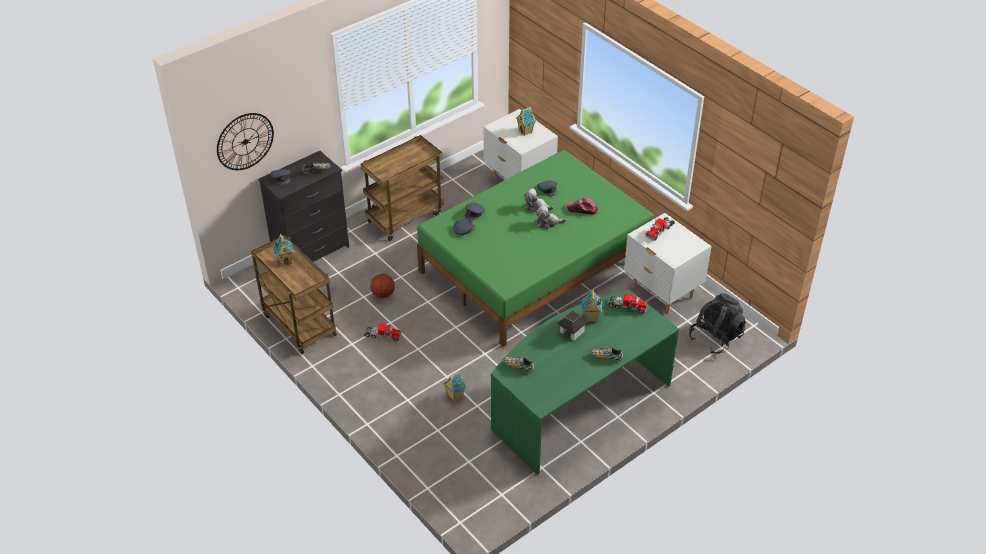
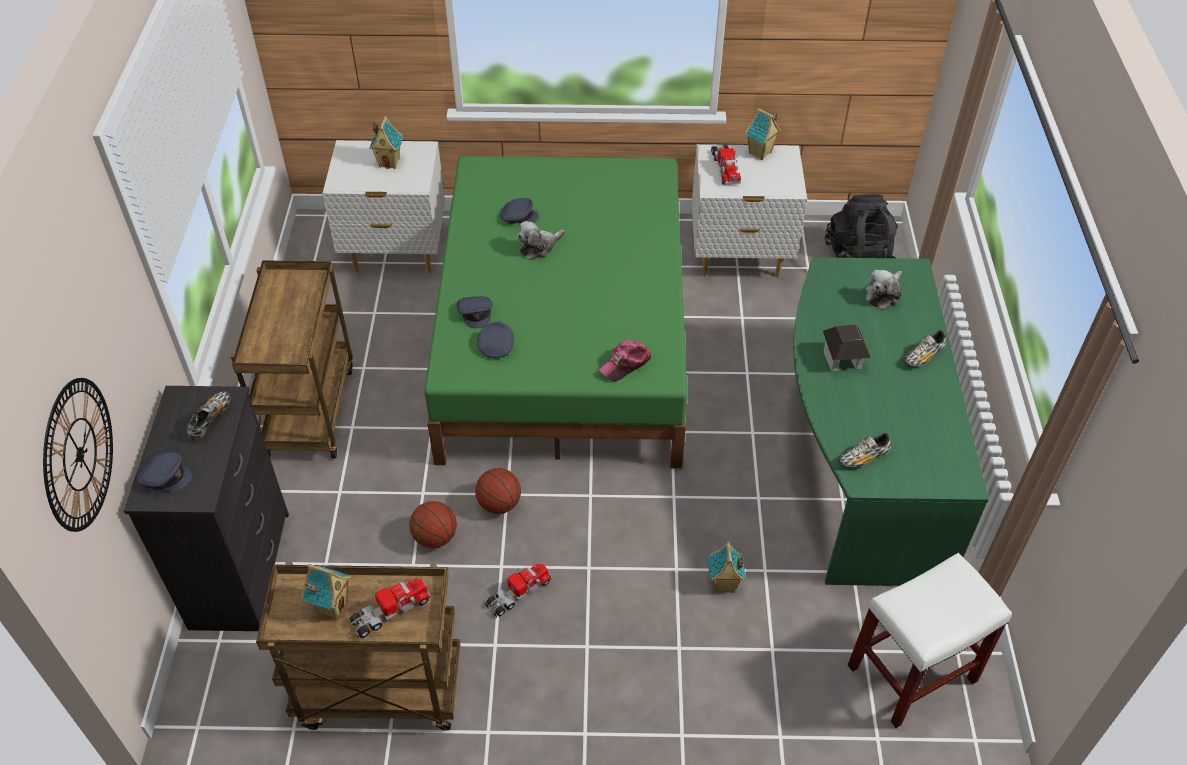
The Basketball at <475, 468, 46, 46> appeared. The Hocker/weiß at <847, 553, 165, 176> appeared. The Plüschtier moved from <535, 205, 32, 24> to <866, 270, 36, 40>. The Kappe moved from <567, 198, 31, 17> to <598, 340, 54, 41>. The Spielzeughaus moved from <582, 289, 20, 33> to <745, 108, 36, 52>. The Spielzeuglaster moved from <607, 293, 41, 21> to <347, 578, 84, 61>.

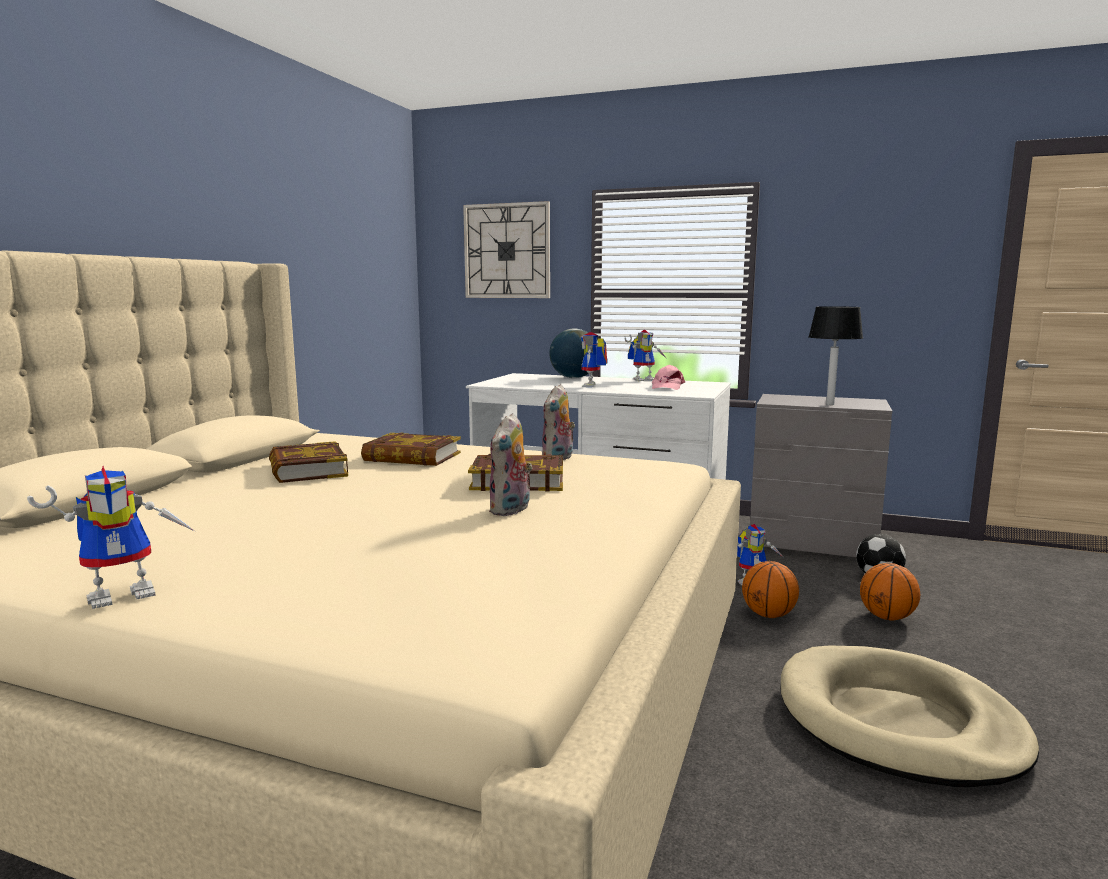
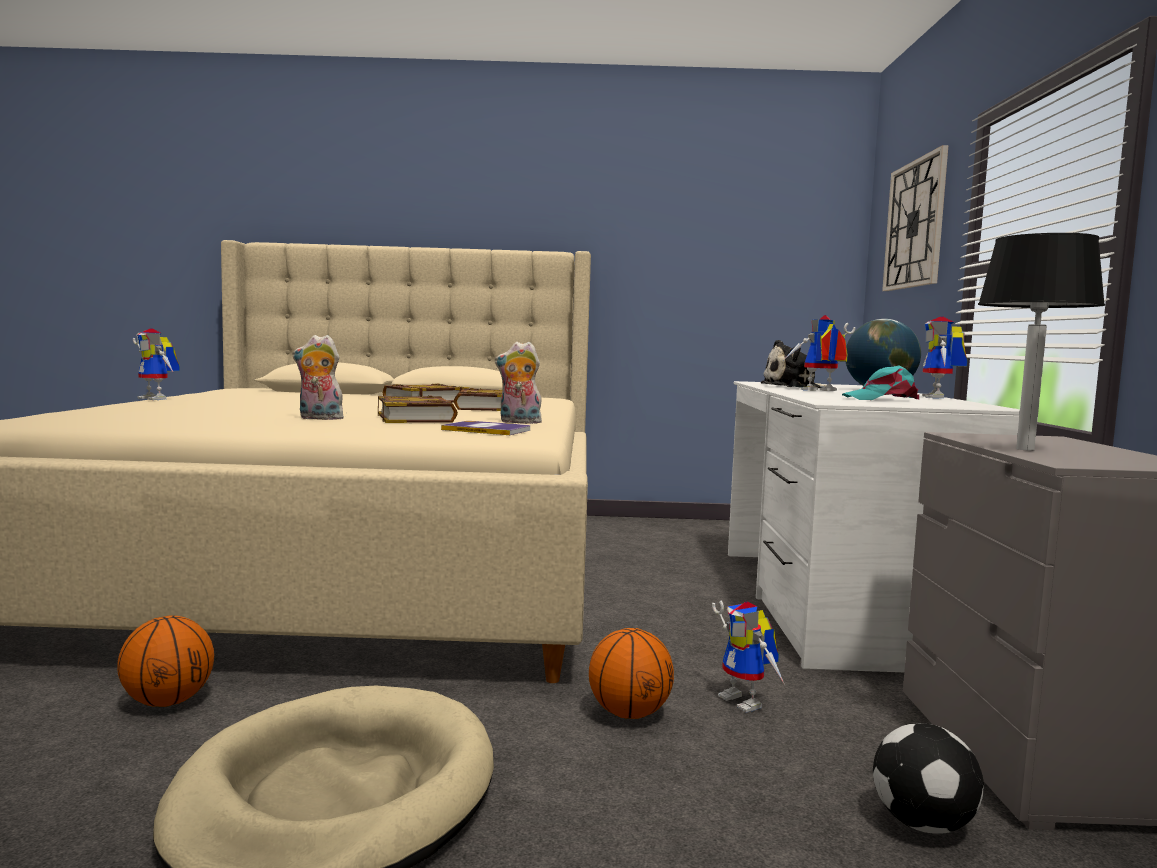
The Buch at <441, 421, 89, 14> appeared. The Plüschtier at <761, 340, 65, 48> appeared. The Basketball moved from <860, 563, 60, 58> to <117, 616, 97, 91>. The Kappe/rosa at <652, 365, 34, 25> became the Kappe/türkis at <842, 365, 77, 35>. The Spielzeugroboter at <624, 329, 43, 52> turned 60 degrees clockwise.

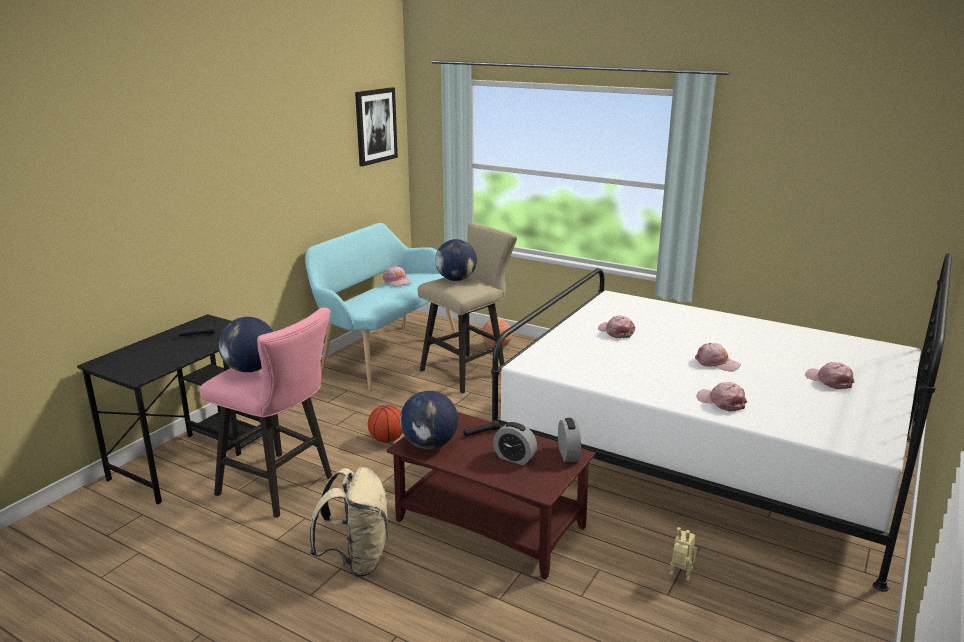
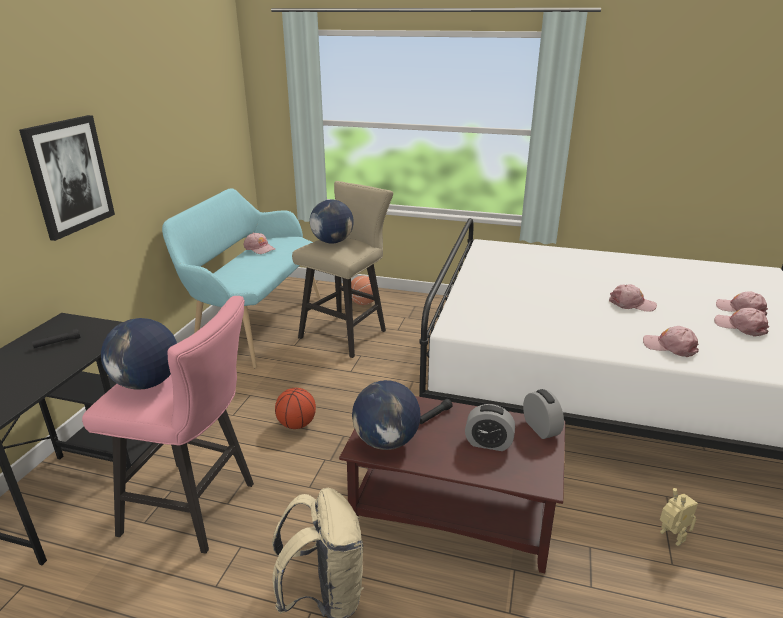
The Bild moved from <355, 87, 43, 79> to <19, 115, 96, 126>. The Kappe/rosa moved from <598, 316, 37, 22> to <714, 308, 55, 28>. The Spielzeugroboter at <670, 527, 27, 54> turned 45 degrees clockwise.

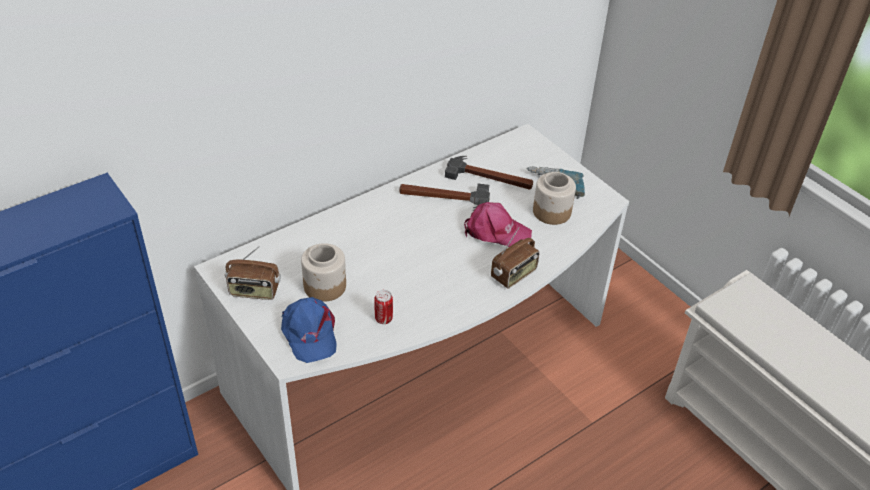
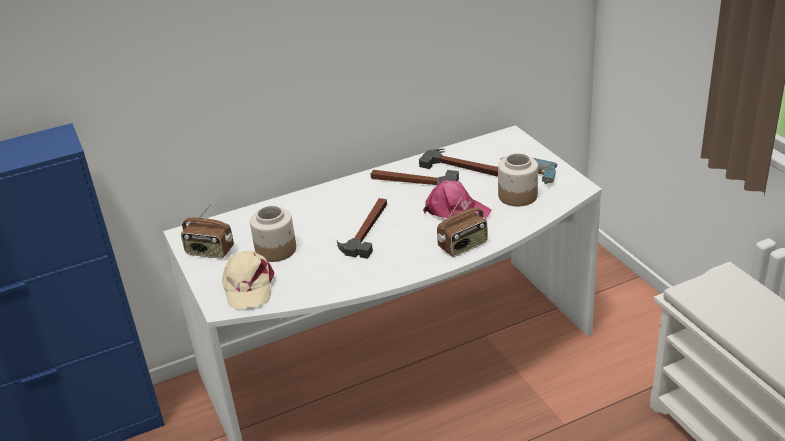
The Dose at <374, 290, 19, 34> disappeared. The Hammer at <337, 198, 50, 61> appeared. The Kappe/blau at <281, 297, 56, 66> became the Kappe/beige at <222, 251, 53, 58>.

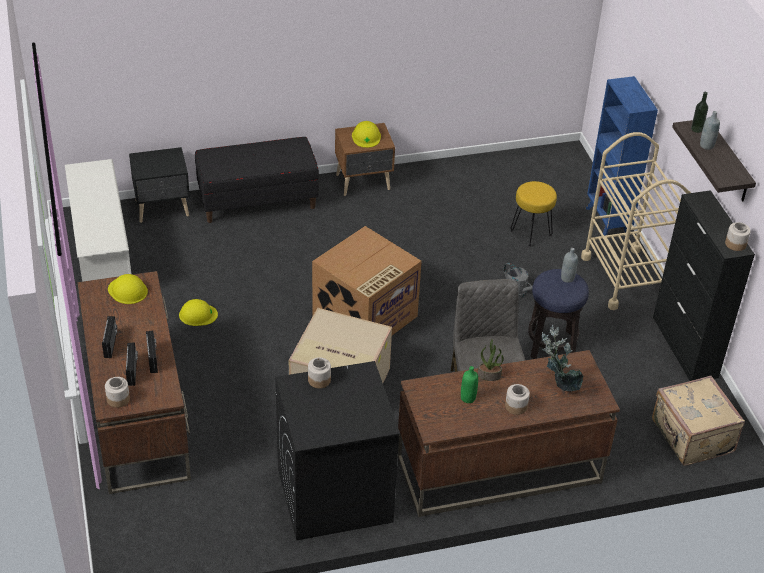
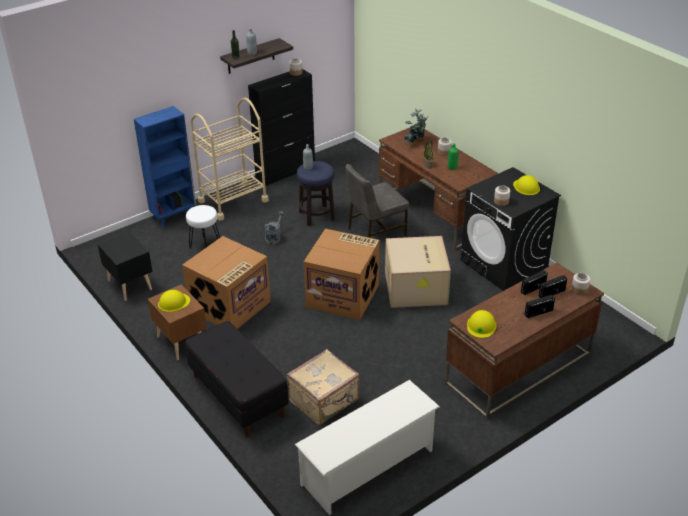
The Karton at <182, 236, 89, 93> appeared. The Nachttisch/schwarz moved from <129, 147, 61, 76> to <97, 232, 56, 69>. The Schutzhelm/gelb moved from <179, 299, 39, 27> to <513, 175, 27, 20>. The Koffer/beige moved from <652, 376, 93, 90> to <287, 349, 73, 76>. The Hocker/gelb at <510, 181, 47, 66> became the Hocker/weiß at <186, 205, 34, 44>.

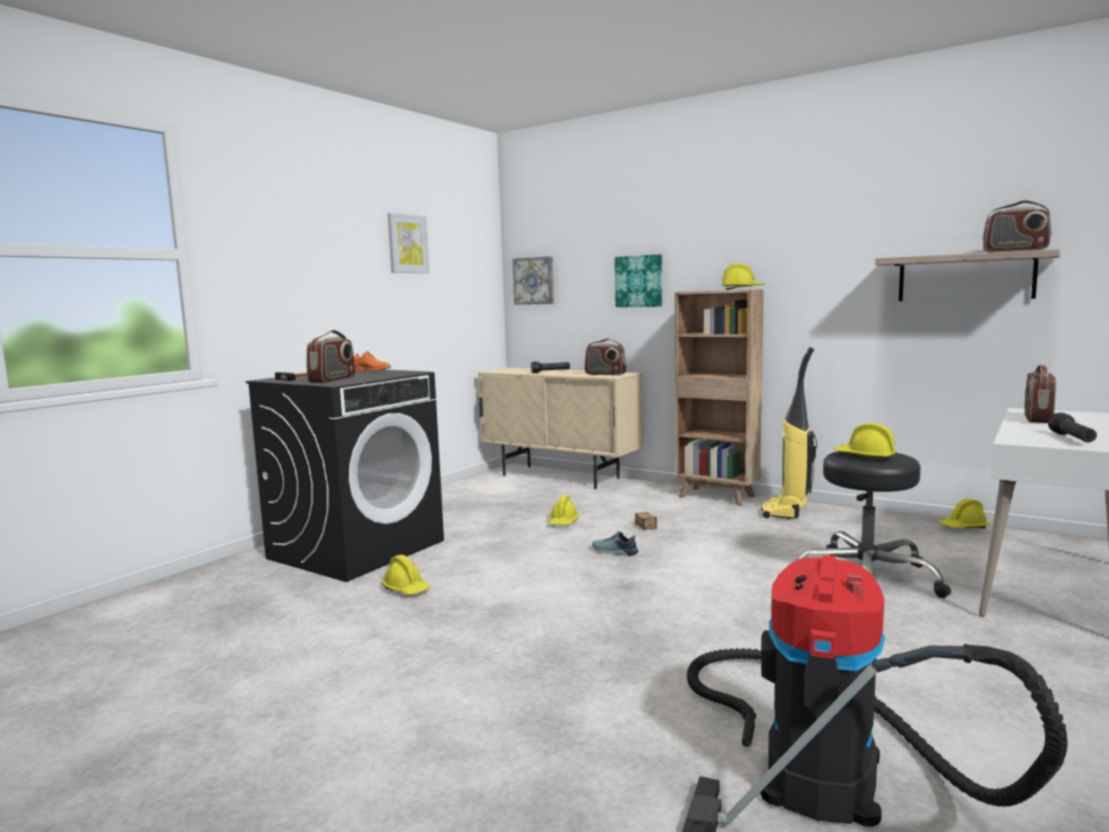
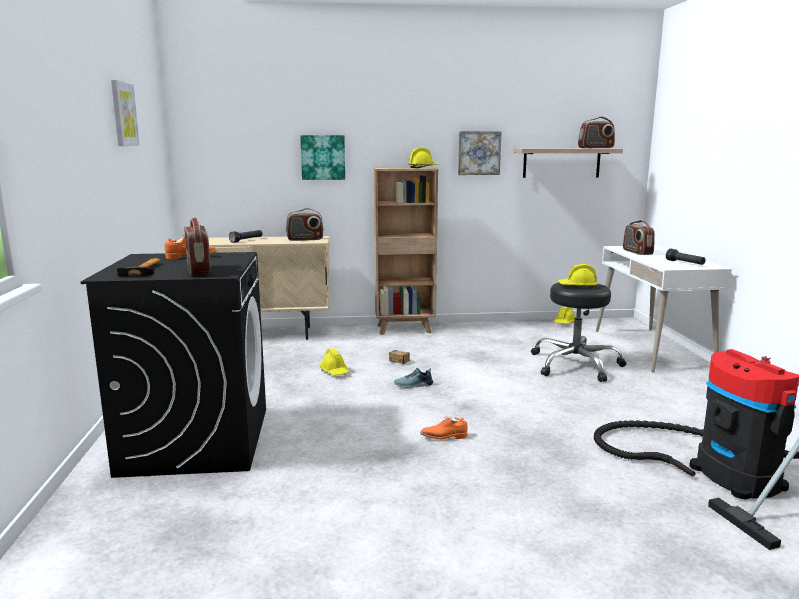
The Schutzhelm/gelb at <381, 555, 50, 40> disappeared. The Staubsauger at <761, 347, 56, 172> disappeared. The Schuh/orange at <420, 417, 48, 22> appeared. The Bild moved from <513, 256, 41, 49> to <458, 131, 43, 44>.

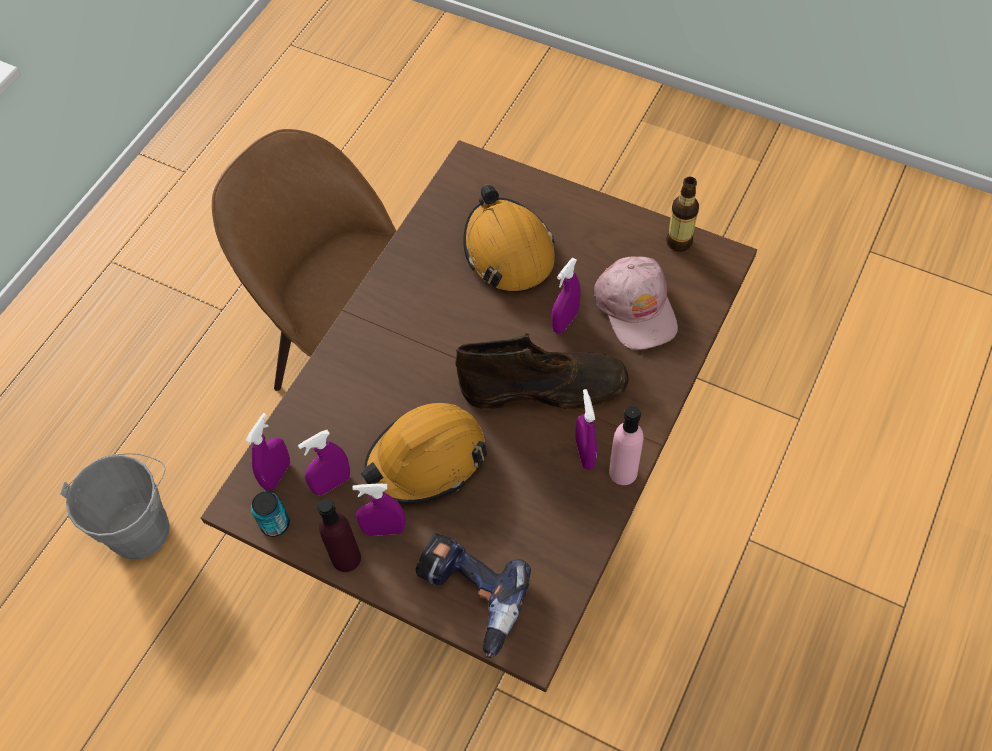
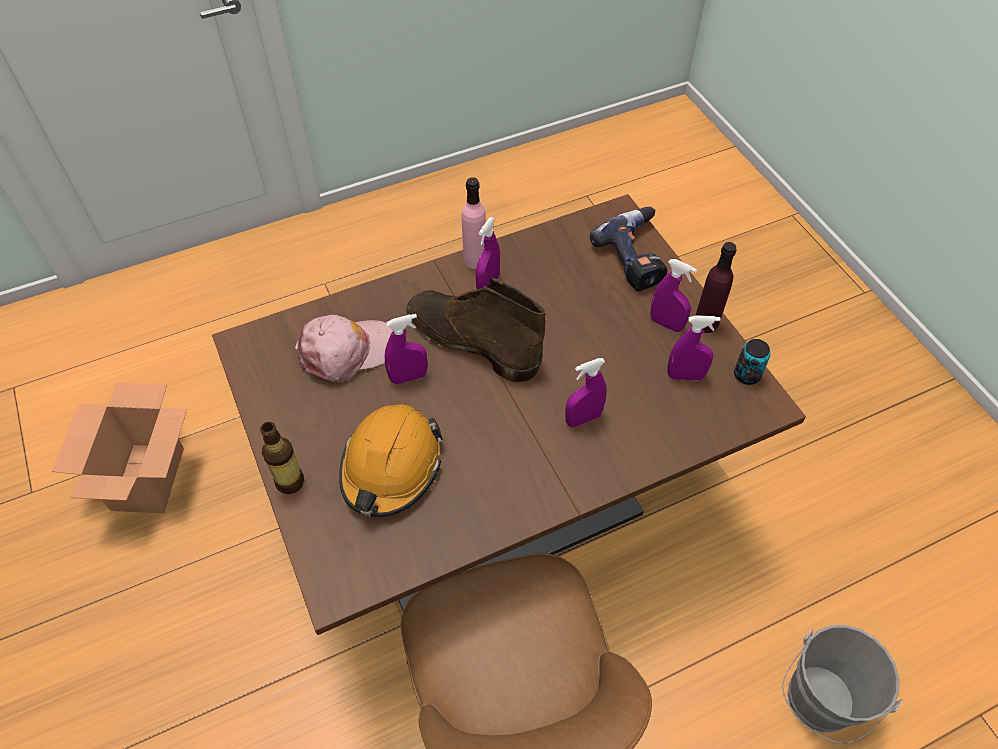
The Schutzhelm/orange at <361, 403, 126, 101> disappeared. The Karton at <52, 382, 135, 131> appeared. The Sprühflasche/lila moved from <245, 413, 45, 77> to <565, 358, 42, 69>. The Flasche moved from <666, 177, 33, 75> to <260, 422, 44, 72>. The Kappe/rosa at <594, 256, 84, 94> turned 45 degrees clockwise.

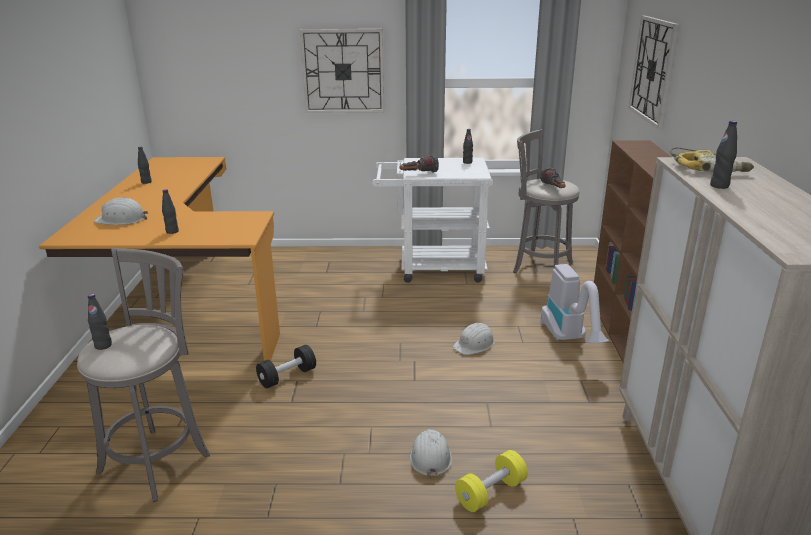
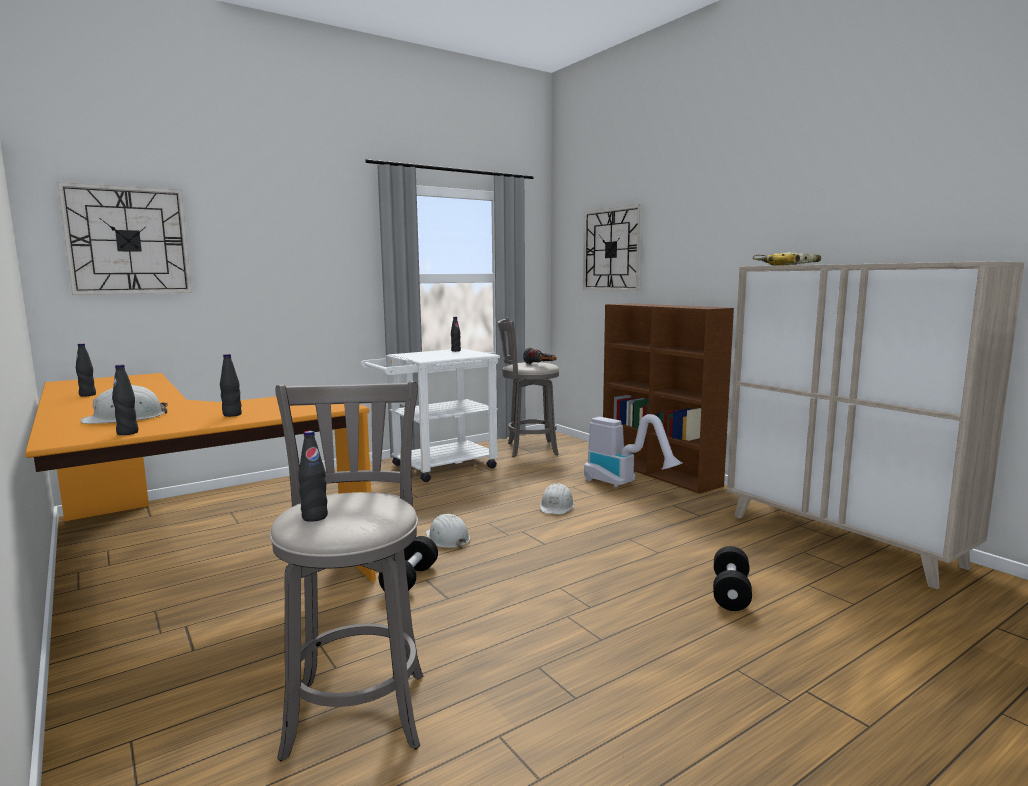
The Taschenlampe at <400, 155, 39, 18> disappeared. The Wanduhr moved from <300, 29, 84, 84> to <57, 182, 135, 113>. The Schutzhelm/weiß moved from <410, 429, 42, 49> to <426, 514, 45, 35>. The Flasche/schwarz moved from <710, 121, 27, 68> to <112, 364, 26, 71>. The Hantel/gelb at <455, 450, 73, 62> became the Hantel/schwarz at <713, 546, 39, 65>.

